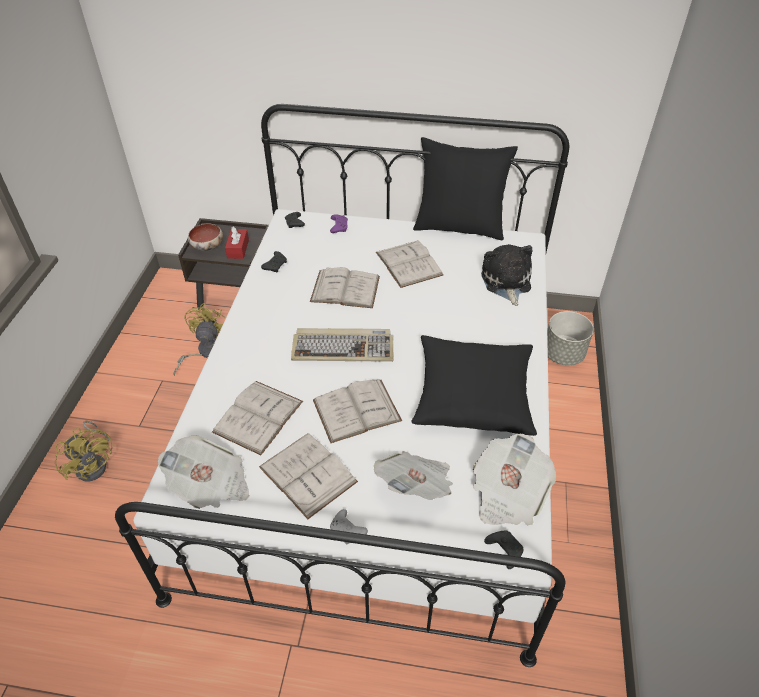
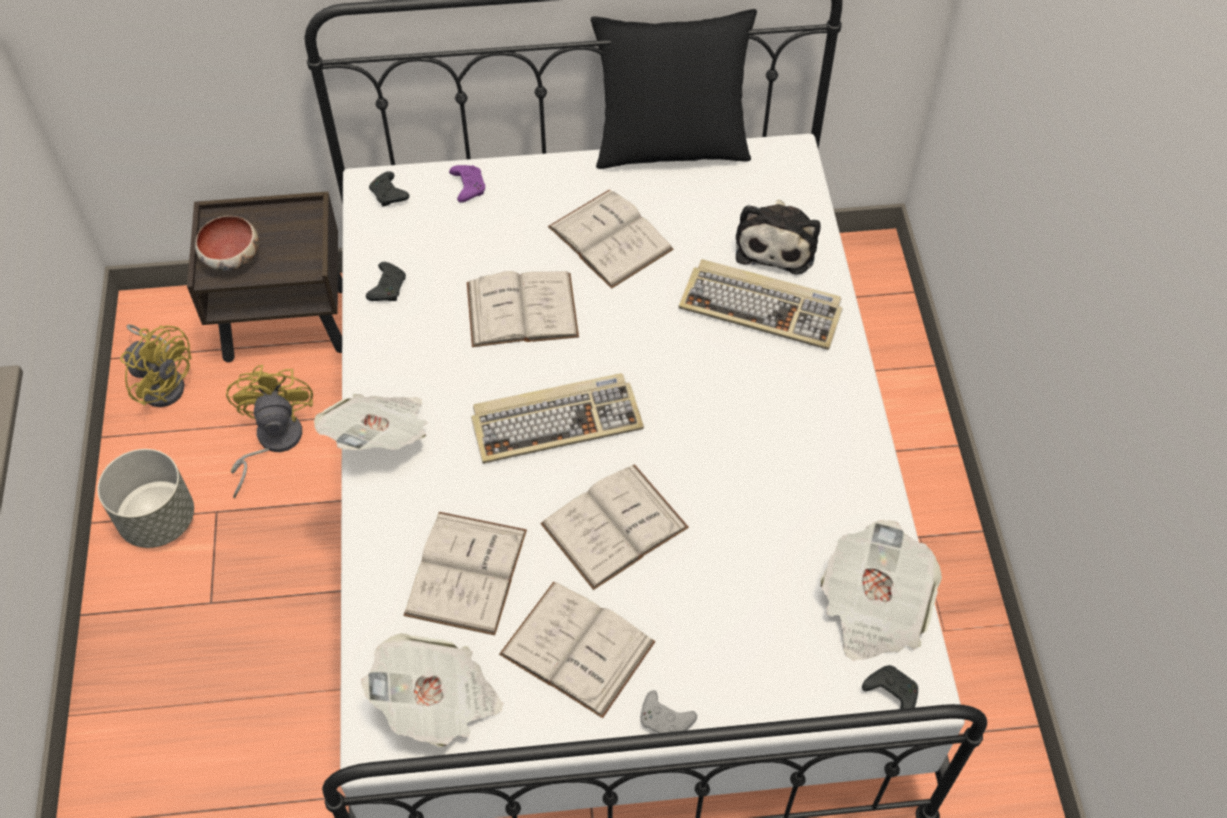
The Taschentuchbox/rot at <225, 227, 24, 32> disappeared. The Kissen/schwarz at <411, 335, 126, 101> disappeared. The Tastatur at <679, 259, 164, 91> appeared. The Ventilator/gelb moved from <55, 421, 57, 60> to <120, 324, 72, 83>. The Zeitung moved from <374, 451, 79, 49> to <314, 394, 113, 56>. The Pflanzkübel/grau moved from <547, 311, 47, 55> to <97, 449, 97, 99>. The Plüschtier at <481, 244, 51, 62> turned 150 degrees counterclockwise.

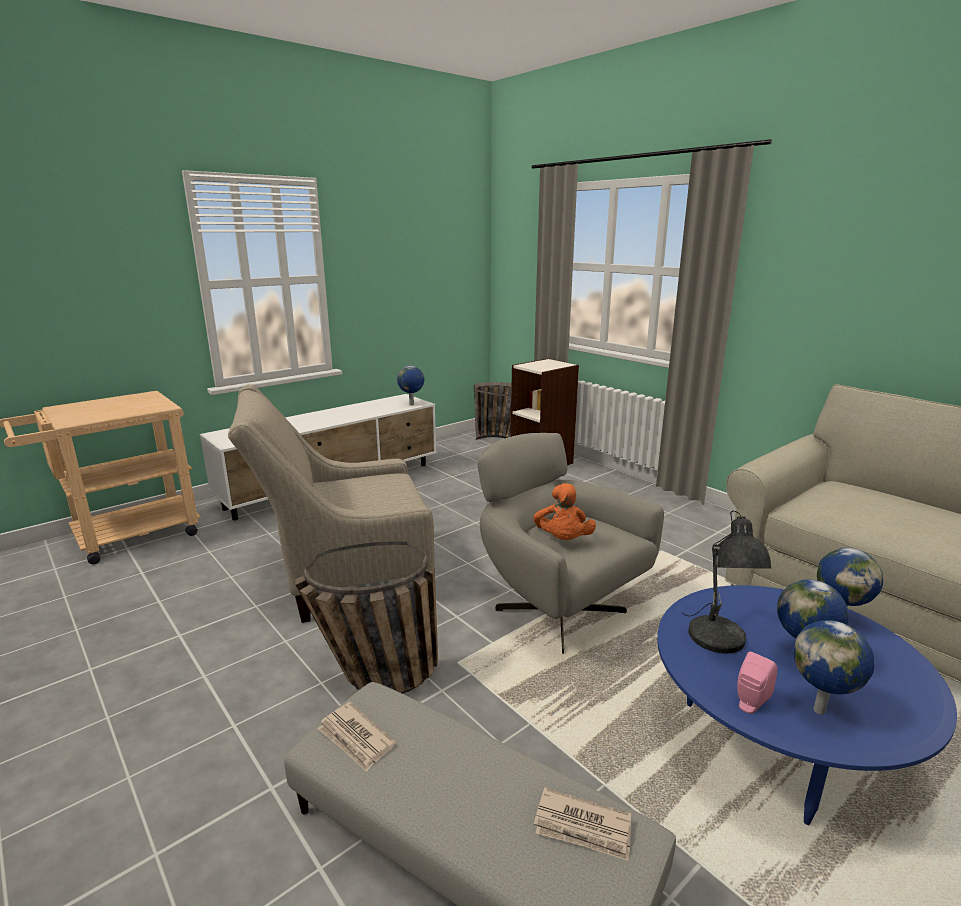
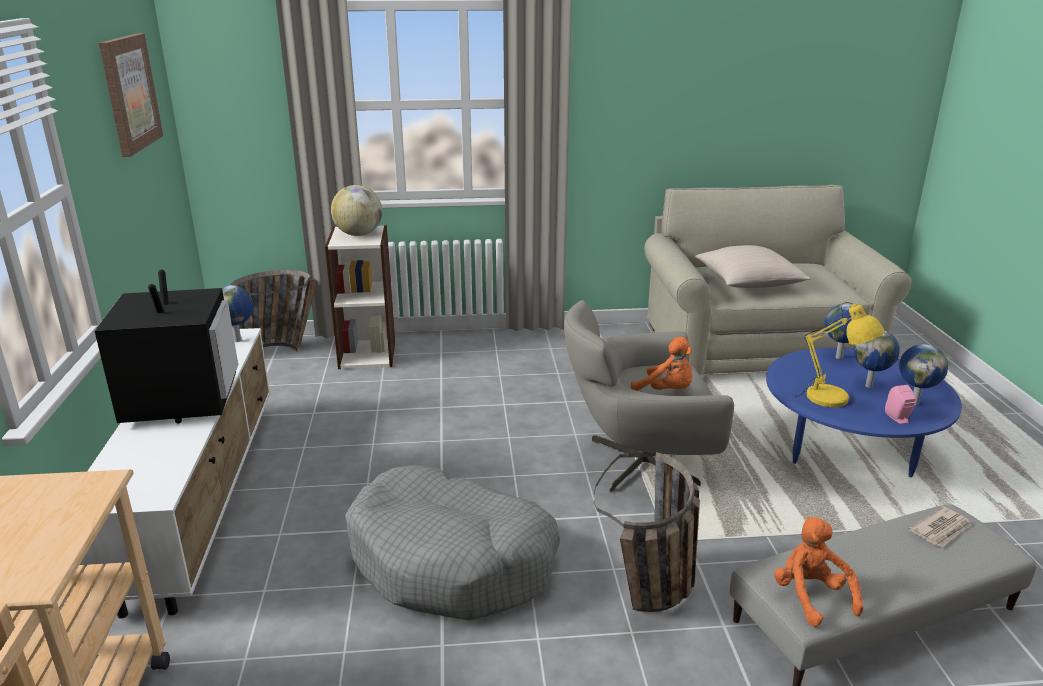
The Fernseher at <95, 269, 143, 155> appeared. The Bild at <99, 33, 64, 124> appeared. The Globus at <331, 185, 51, 51> appeared. The Kissen/beige at <695, 245, 116, 43> appeared. The Sessel/beige at <228, 384, 207, 239> was replaced by the Hundebett/grau at <345, 465, 215, 155>. The Zeitung at <317, 702, 79, 69> was replaced by the Plüschtier/orange at <774, 517, 89, 110>. The Tischlampe/grau at <682, 511, 89, 143> became the Tischlampe/gelb at <799, 302, 86, 105>.

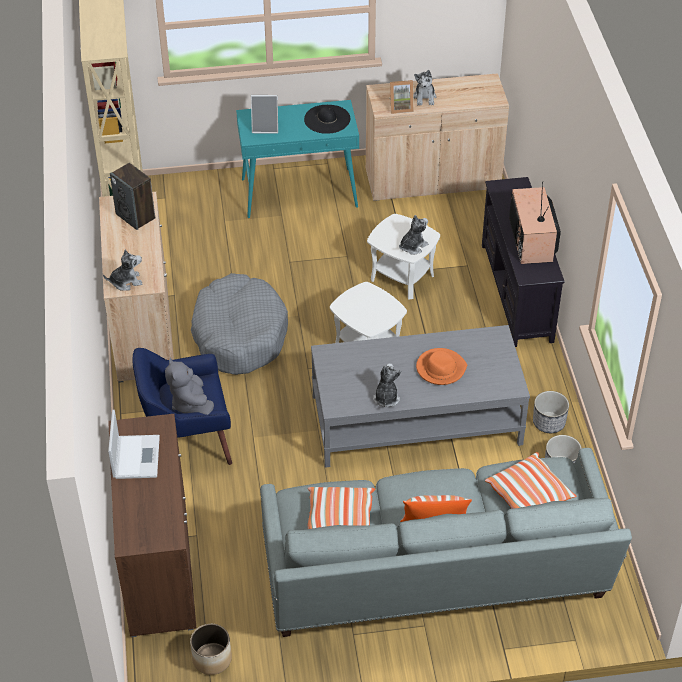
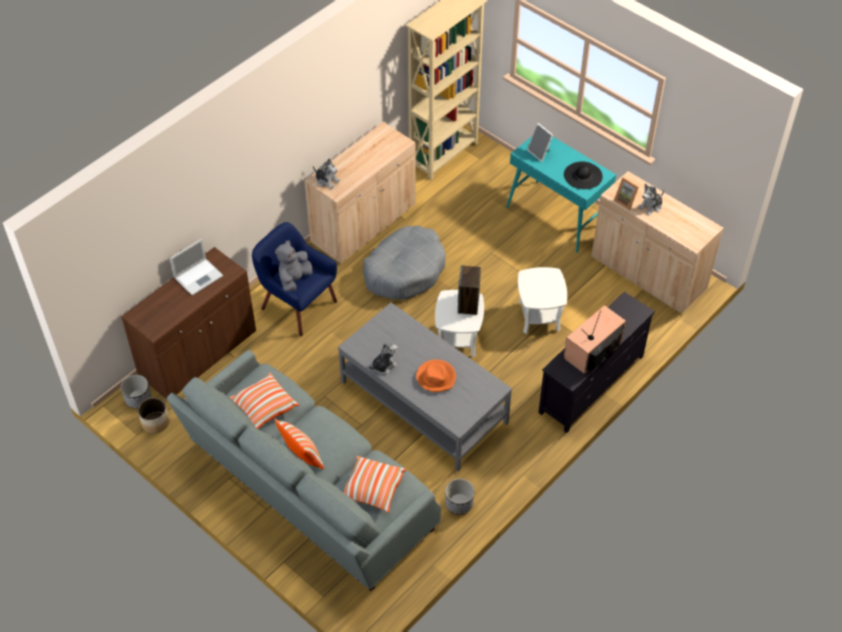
The Plüschtier at <399, 215, 29, 40> disappeared. The Lautsprecher moved from <110, 163, 45, 67> to <458, 265, 23, 50>. The Pflanzkübel moved from <533, 391, 36, 42> to <121, 375, 30, 34>.

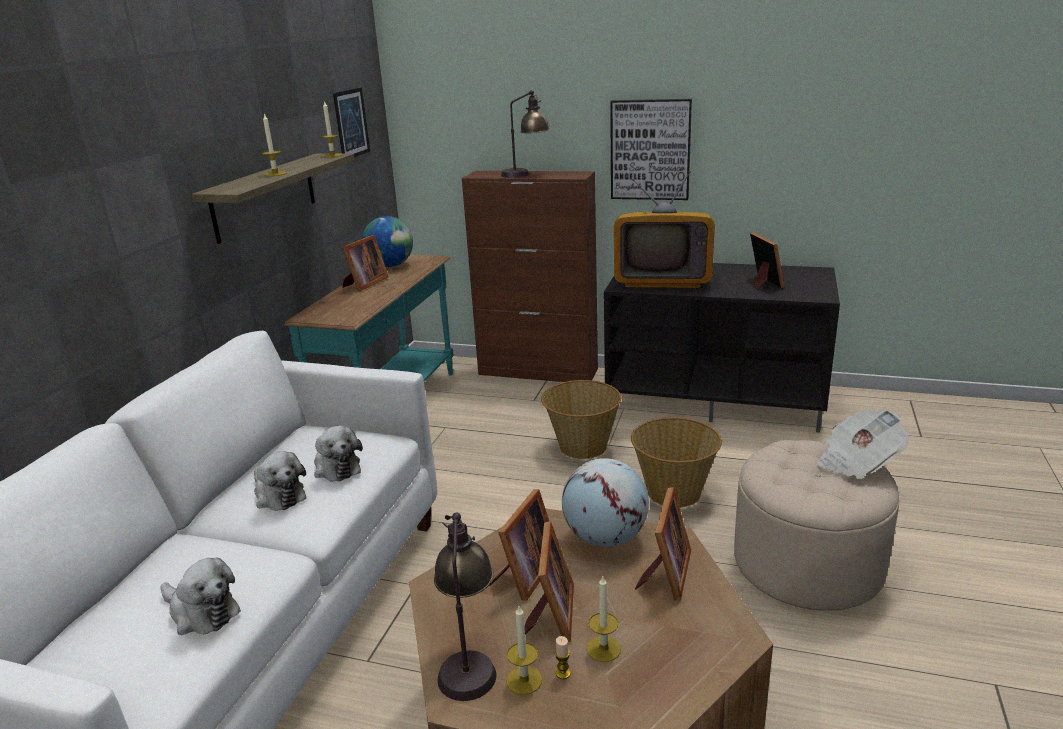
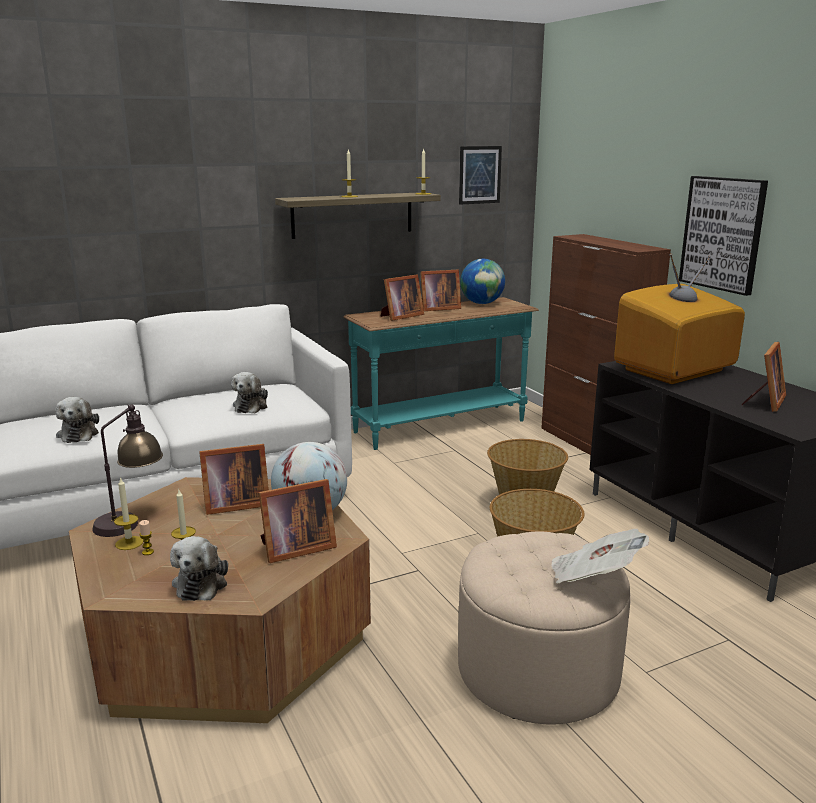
The Tischlampe at <501, 90, 49, 88> disappeared. The Plüschtier moved from <254, 451, 52, 60> to <170, 536, 58, 65>. The Bilderrahmen moved from <524, 521, 50, 121> to <381, 274, 43, 47>. The Fernseher at <614, 171, 101, 117> turned 90 degrees clockwise.

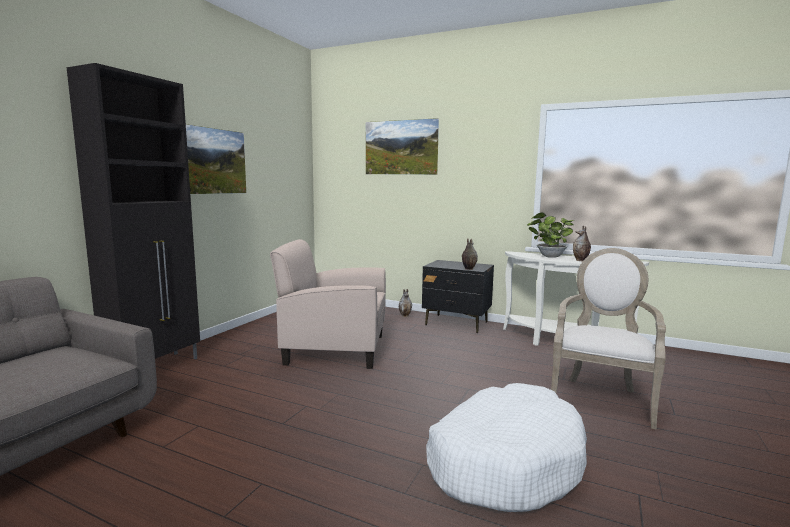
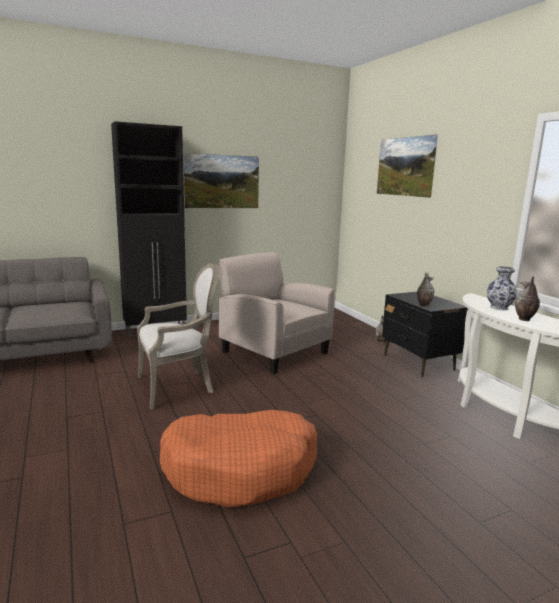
The Sessel moved from <551, 248, 115, 182> to <137, 263, 82, 147>. The Topfpflanze at <527, 212, 47, 46> was replaced by the Vase at <487, 266, 30, 45>. The Hundebett/weiß at <426, 383, 161, 129> became the Hundebett/orange at <160, 410, 157, 98>.

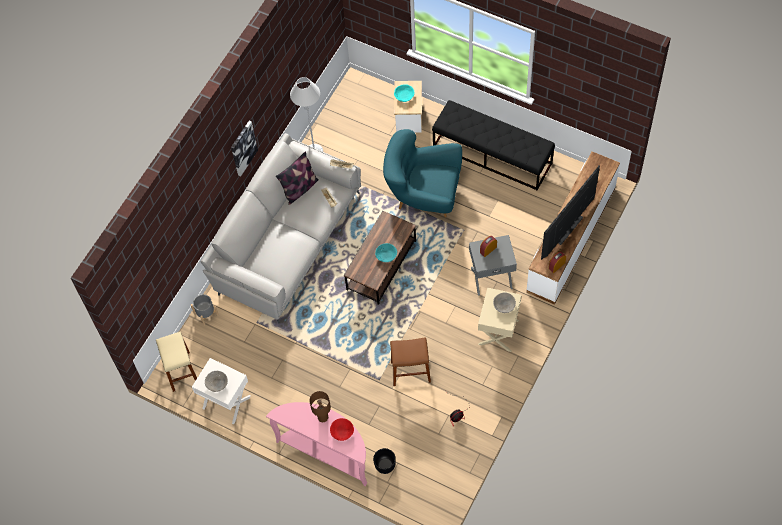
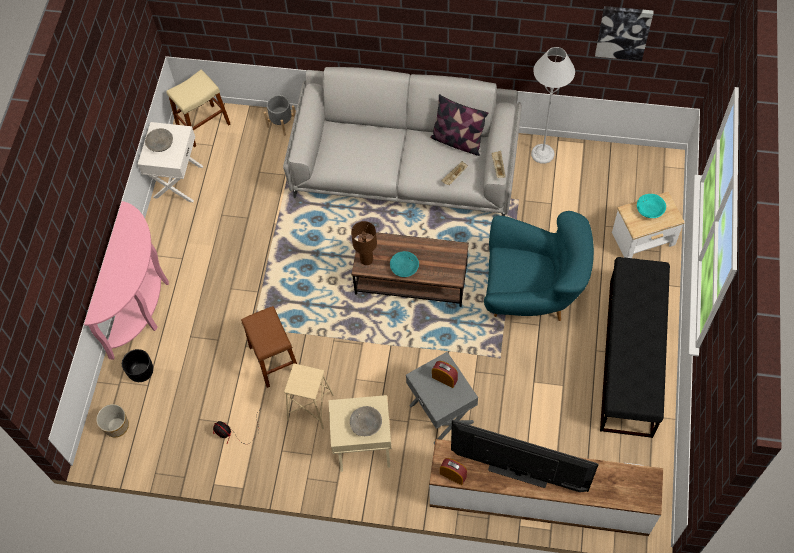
The Schüssel/rot at <330, 418, 24, 23> disappeared. The Pflanzkübel at <96, 404, 33, 33> appeared. The Hocker/beige at <284, 363, 50, 66> appeared. The Bild moved from <231, 121, 27, 55> to <595, 6, 58, 55>. The Tischlampe/braun moved from <309, 391, 22, 31> to <351, 221, 26, 44>. The Sessel/türkis at <383, 129, 79, 88> turned 105 degrees clockwise.

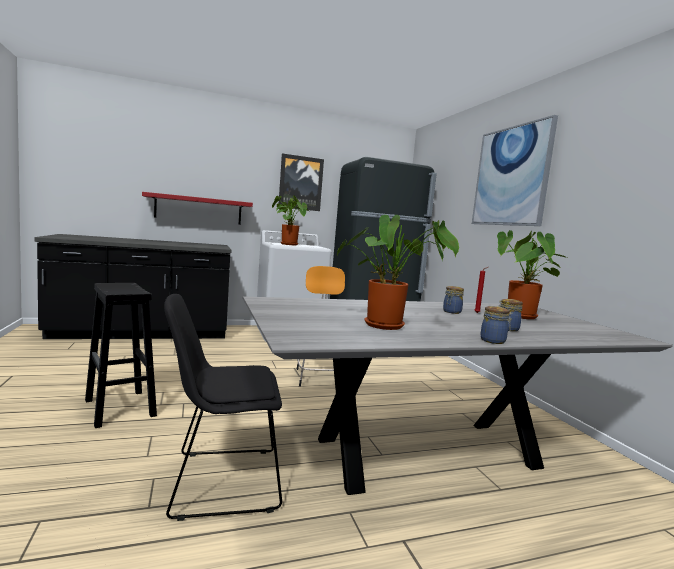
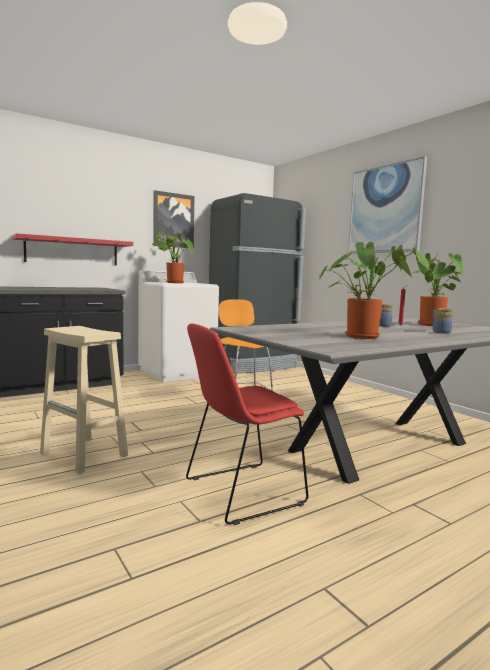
The Vorratsglas at <480, 306, 33, 38> disappeared. The Hocker/schwarz at <85, 283, 72, 145> became the Hocker/beige at <40, 326, 88, 148>. The Stuhl/schwarz at <164, 294, 118, 227> became the Stuhl/rot at <186, 324, 122, 201>.

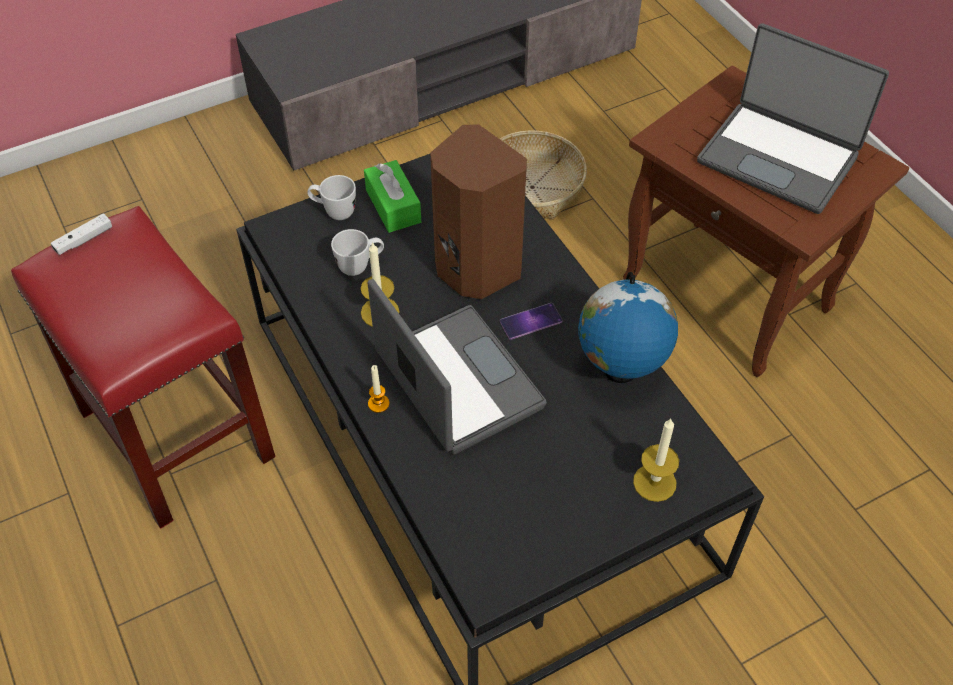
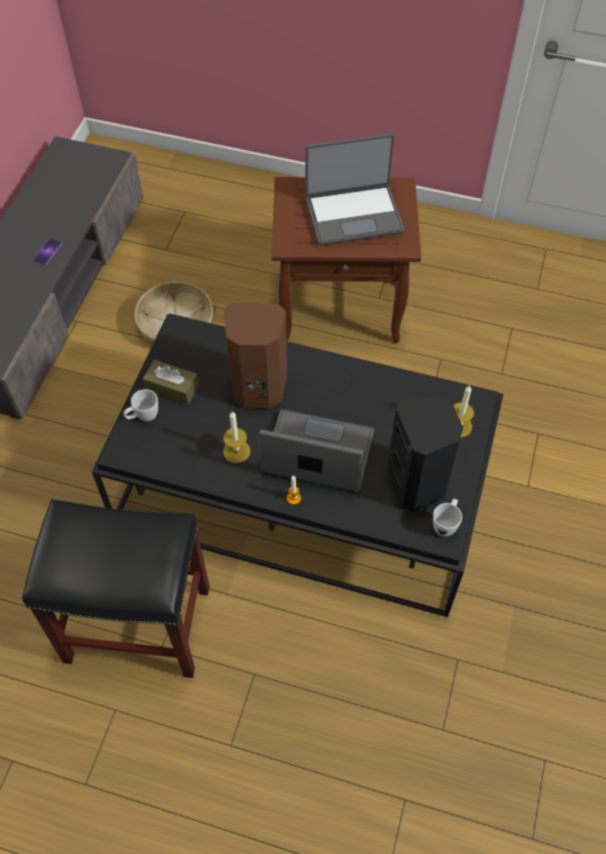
The Gamepad/weiß at <51, 214, 61, 41> disappeared. The Globus at <578, 272, 100, 111> disappeared. The Lautsprecher/schwarz at <387, 396, 76, 116> appeared. The Henkelbecher/weiß moved from <331, 229, 53, 47> to <433, 499, 29, 37>. The Handy moved from <500, 303, 63, 37> to <32, 238, 30, 28>. The Hocker/rot at <11, 206, 265, 323> became the Hocker/schwarz at <22, 499, 188, 179>. The Taschentuchbox/grün at <364, 160, 57, 73> became the Taschentuchbox/braun at <143, 360, 56, 45>.

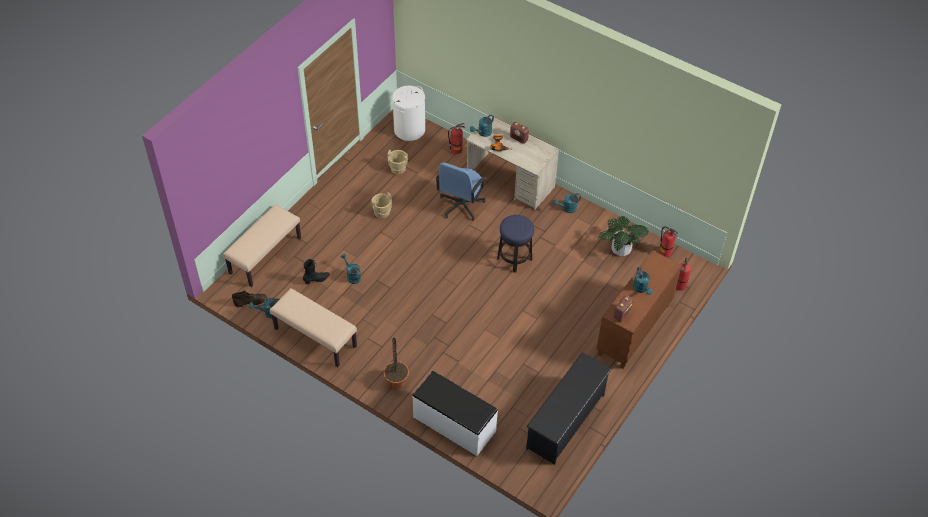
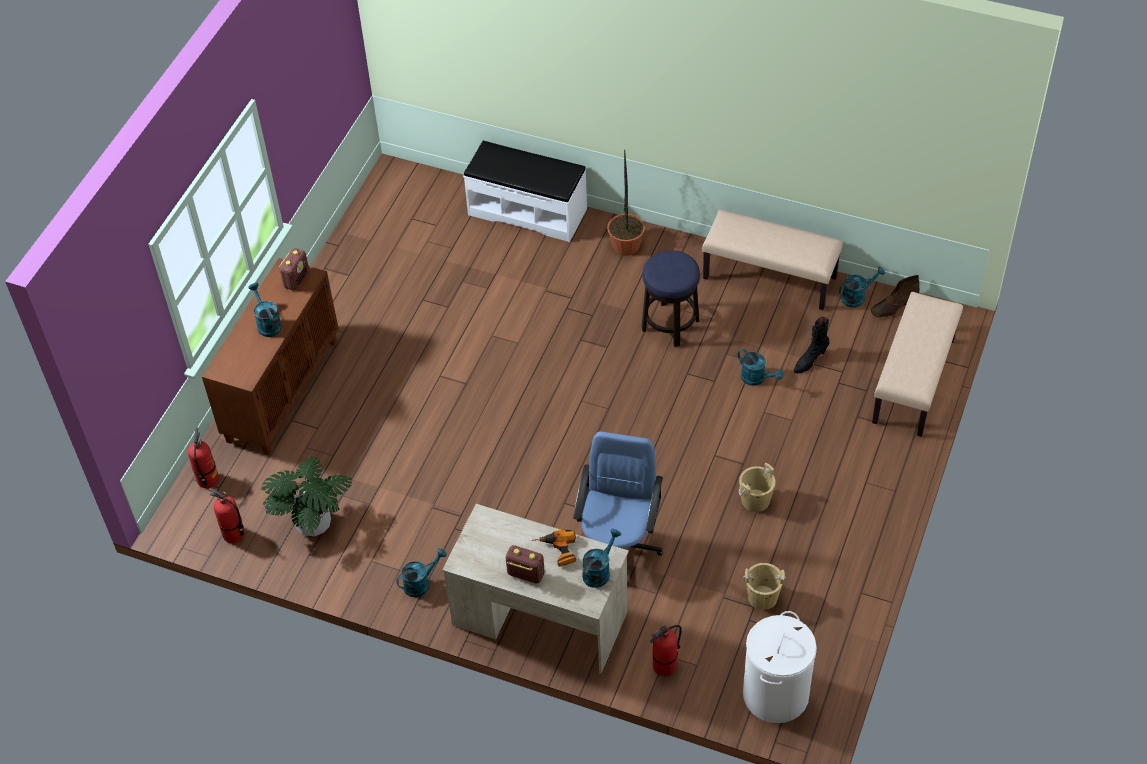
The Schuhregal/schwarz at <526, 352, 86, 113> disappeared. The Hocker moved from <497, 215, 37, 57> to <641, 251, 59, 96>.

